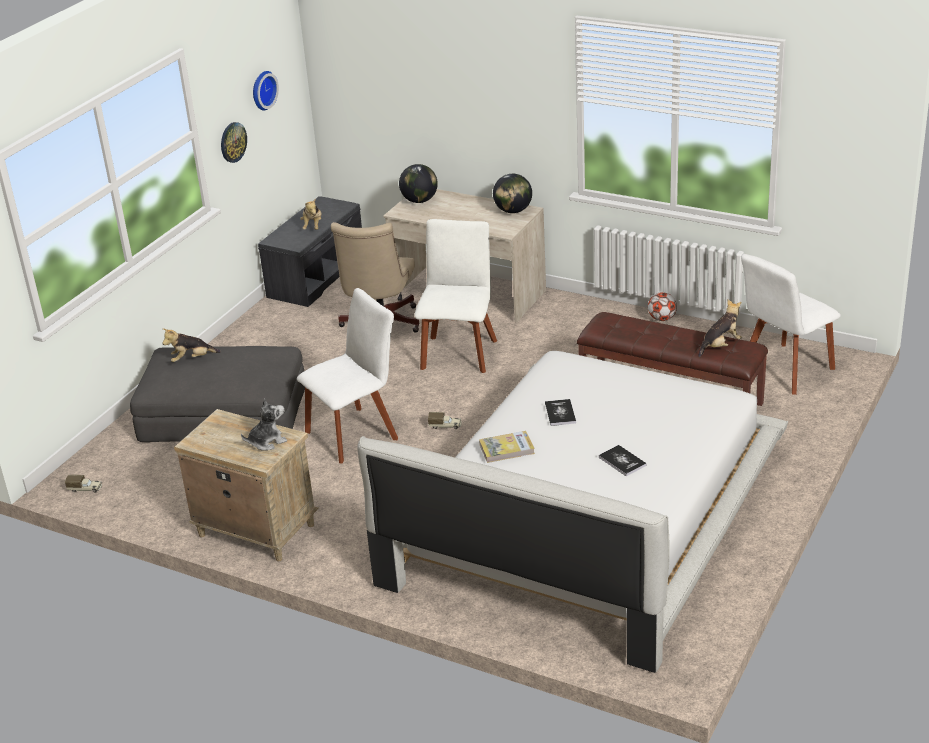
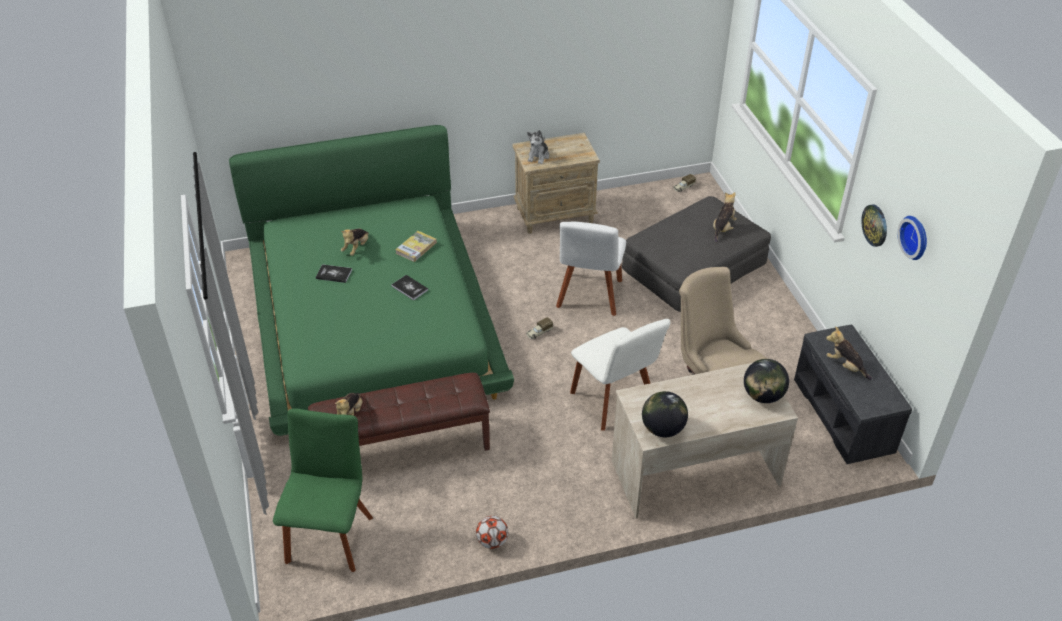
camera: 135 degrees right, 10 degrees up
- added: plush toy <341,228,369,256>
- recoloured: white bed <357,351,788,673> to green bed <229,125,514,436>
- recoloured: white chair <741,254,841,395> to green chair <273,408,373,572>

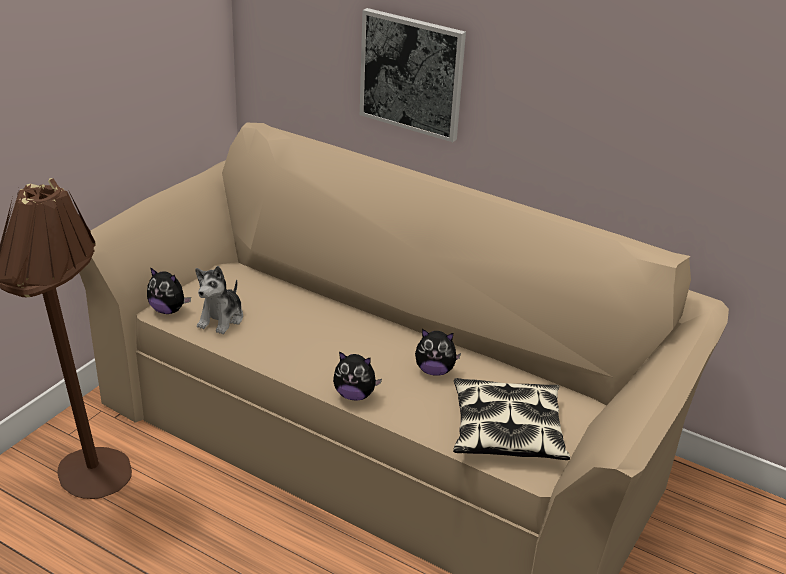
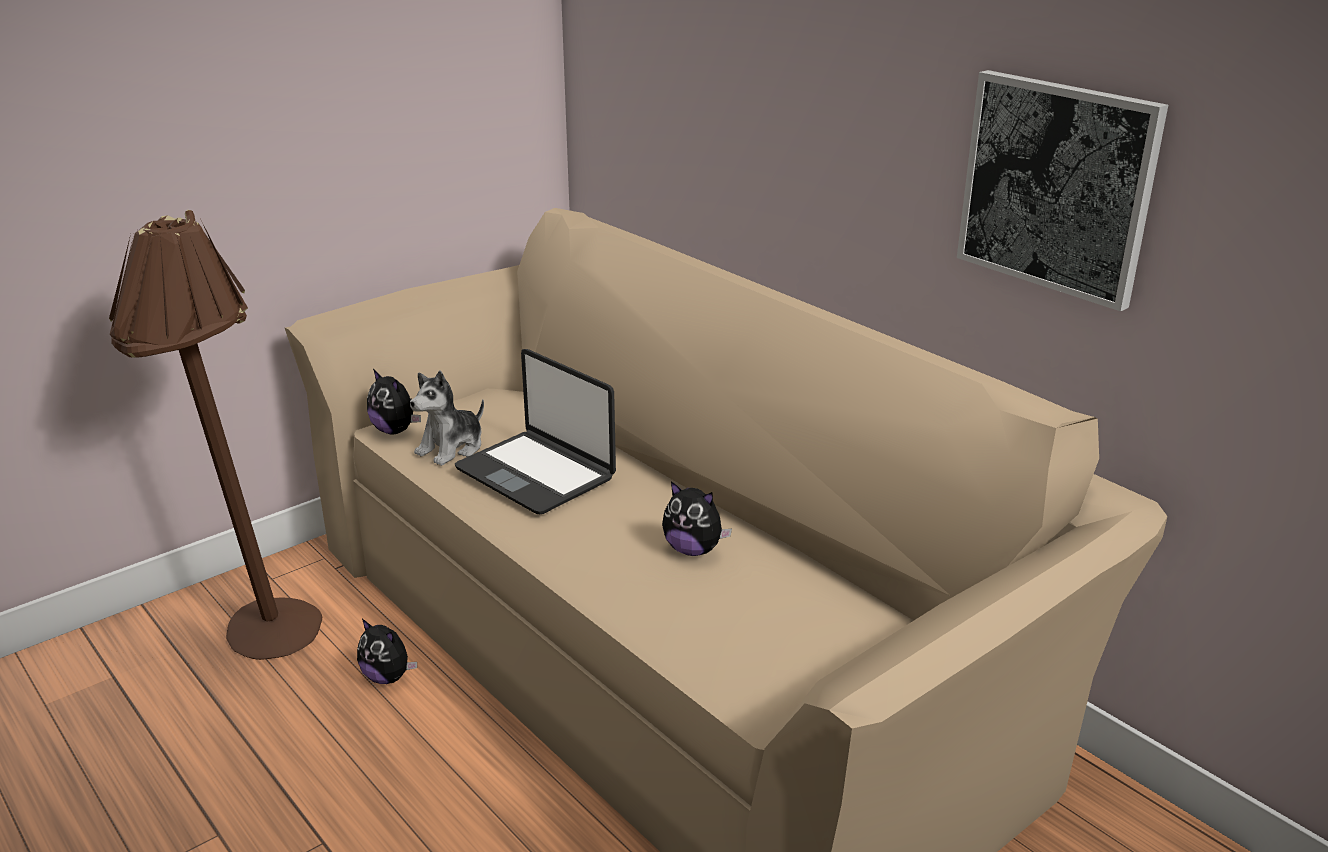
camera: 20 degrees right, 5 degrees down
- removed: pillow <453,378,570,460>
- added: laptop <455,349,616,514>
- moved: plush toy <333,351,382,401> to <357,619,417,684>
- moved: picture <360,8,466,142> to <957,70,1168,311>

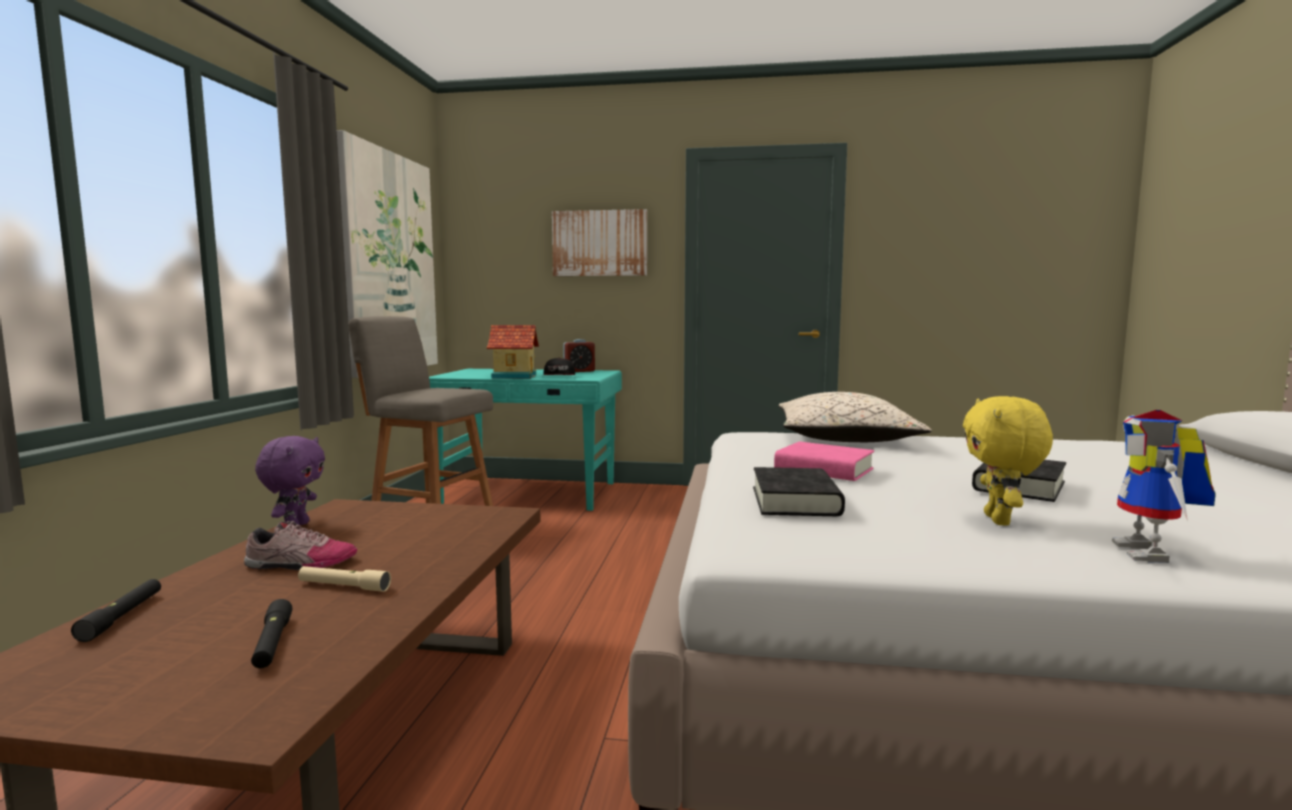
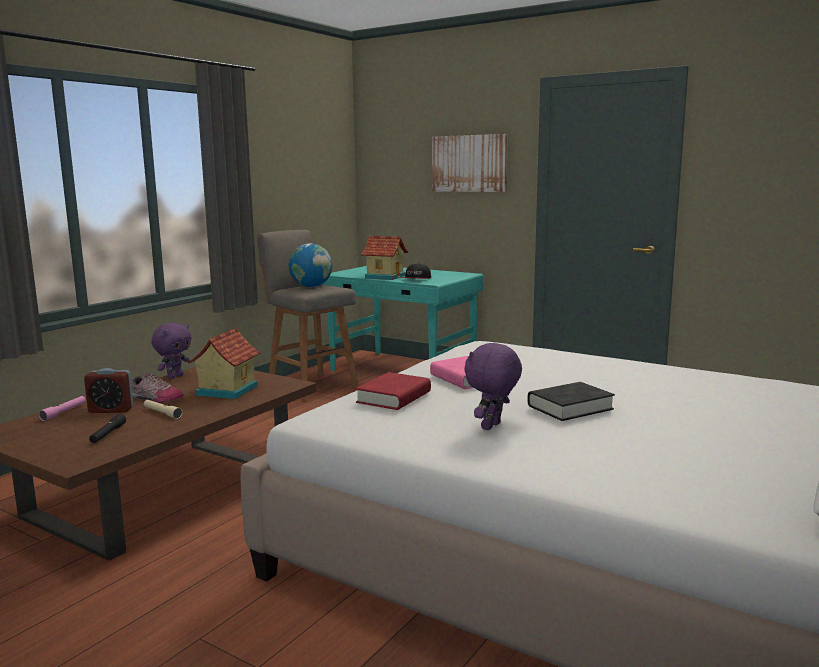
camera: 25 degrees right, 5 degrees up
- removed: picture <337,130,438,378>
- removed: beige pillow <779,392,932,442>
- removed: toy robot <1112,410,1216,563>
- added: toy house <188,328,261,399>
- added: globe <289,243,332,287>
- moved: alarm clock <563,339,595,372> to <84,368,133,413>
- recoloured: black flashlight <71,579,161,642> to pink flashlight <39,396,86,421>
- recoloured: black book <753,467,845,516> to red book <355,372,431,410>
- recoloured: yellow plush toy <963,396,1053,526> to purple plush toy <465,342,522,430>

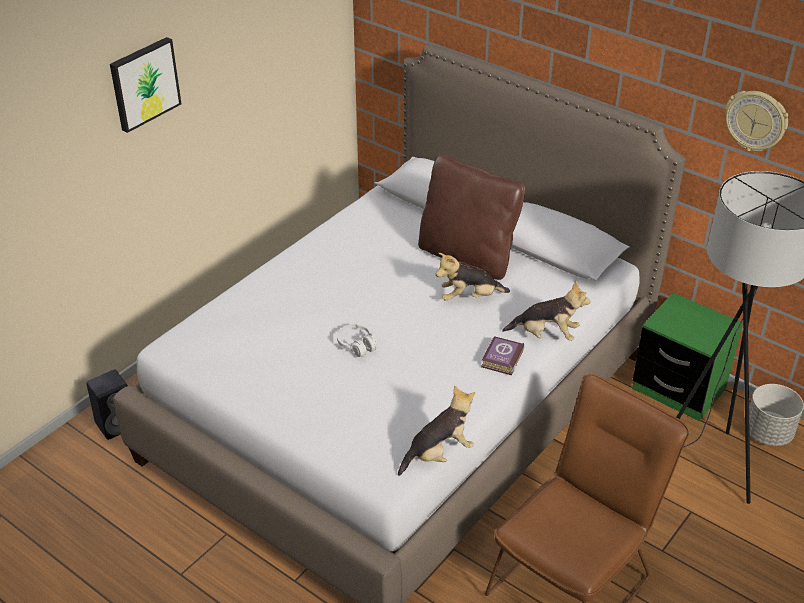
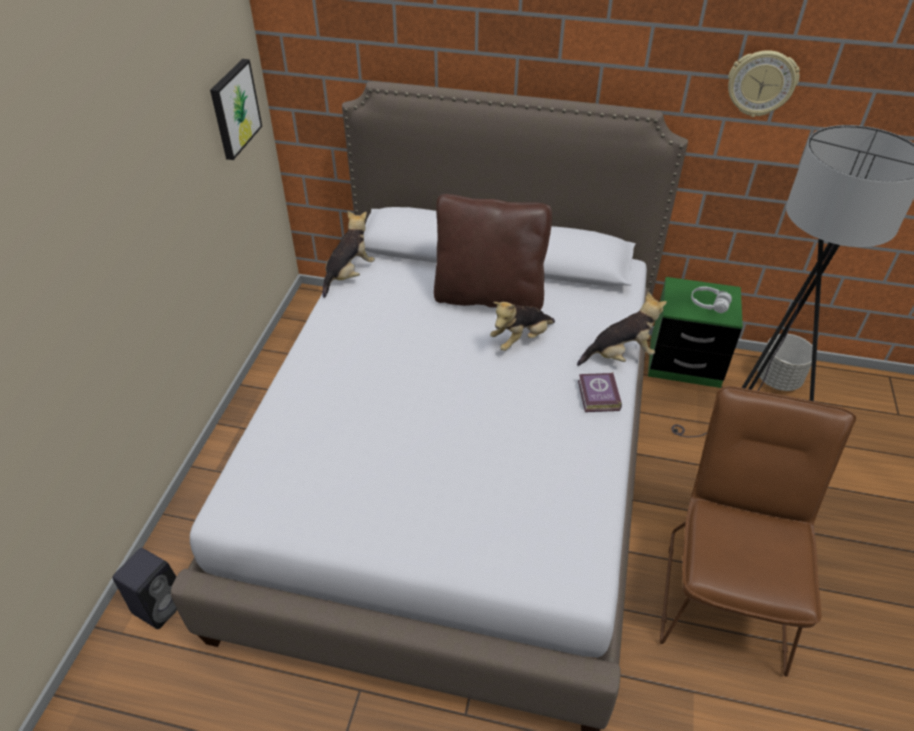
camera: 25 degrees left, 5 degrees up
- moved: picture <110,37,181,133> to <210,59,262,160>
- moved: white headphones <337,324,378,357> to <691,287,732,313>
- moved: plush toy <398,385,475,476> to <322,211,375,298>

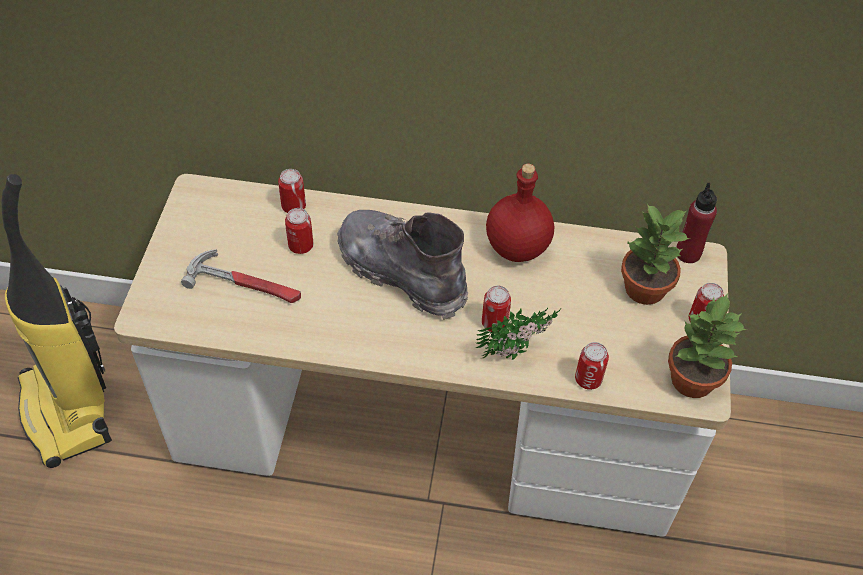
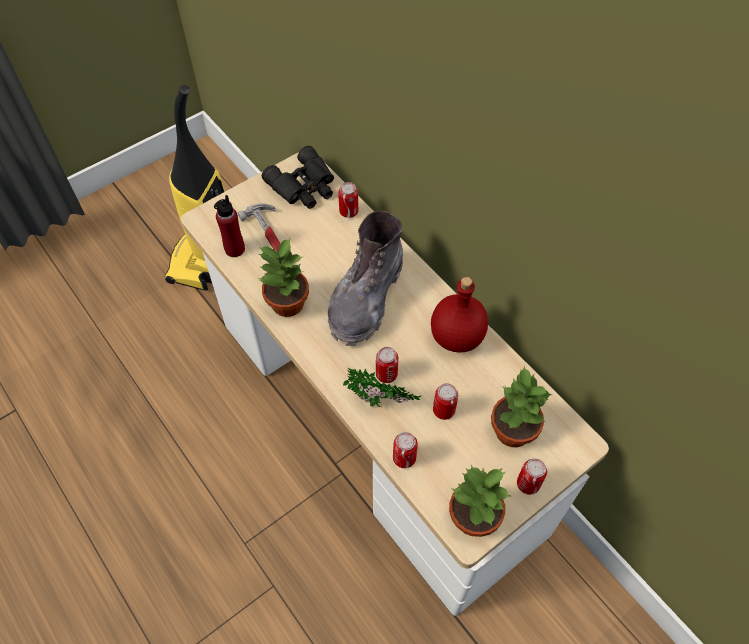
camera: 45 degrees right, 5 degrees up
- added: potted plant <258,239,309,317>
- added: black binoculars <262,146,334,209>
- moved: can <285,208,313,254> to <433,383,458,420>
- moved: red bottle <676,183,717,263> to <214,195,245,257>
- turned: grey boot <337,210,468,320> = <327,211,403,346> 150 degrees counterclockwise

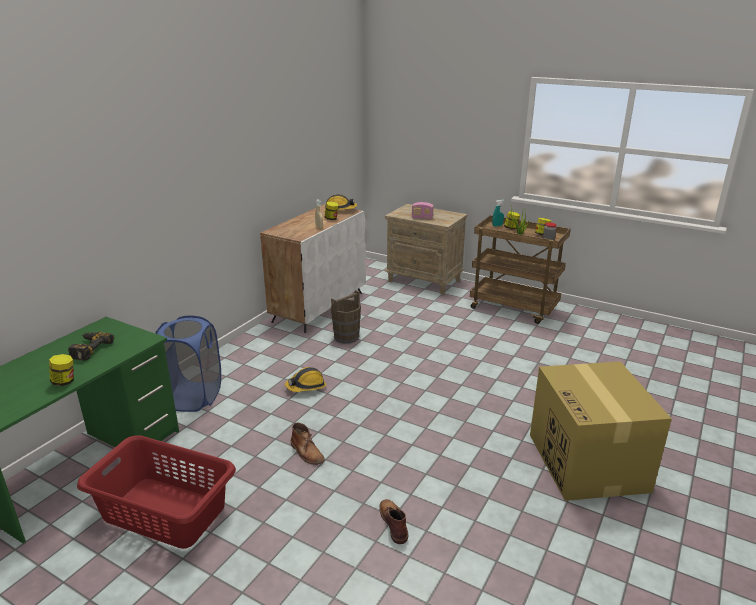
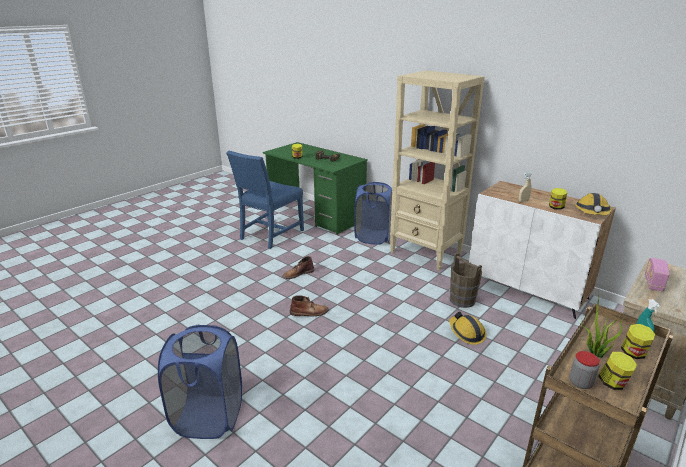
camera: 100 degrees right, 0 degrees up
- added: beige bookcase <390,71,485,270>
- moved: hard hat <285,367,326,392> to <449,312,487,345>
- moved: brown boot <379,499,408,544> to <290,295,329,316>
- replaced: red laundry basket <77,436,236,549> to blue chair <226,151,304,249>
- replaced: cardboard box <530,361,672,501> to blue laundry basket <158,325,242,439>

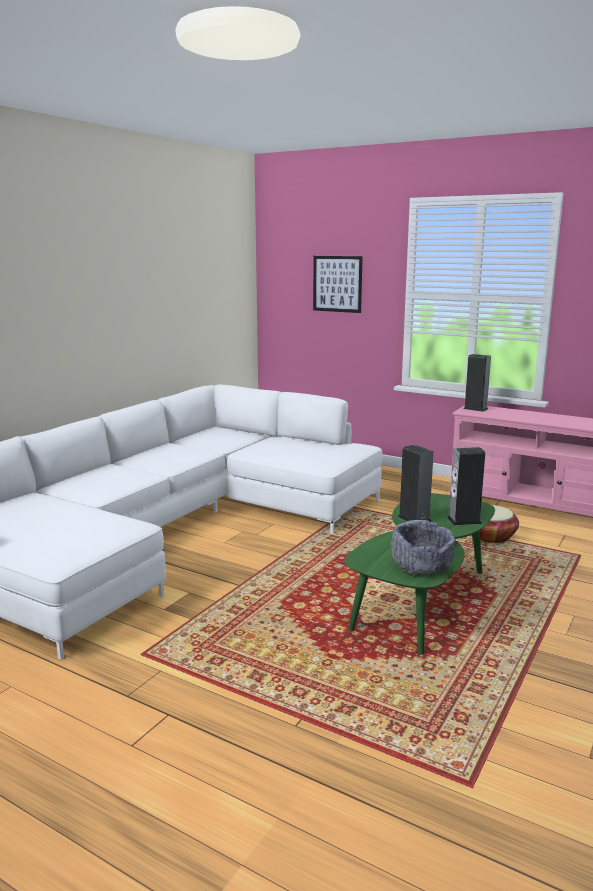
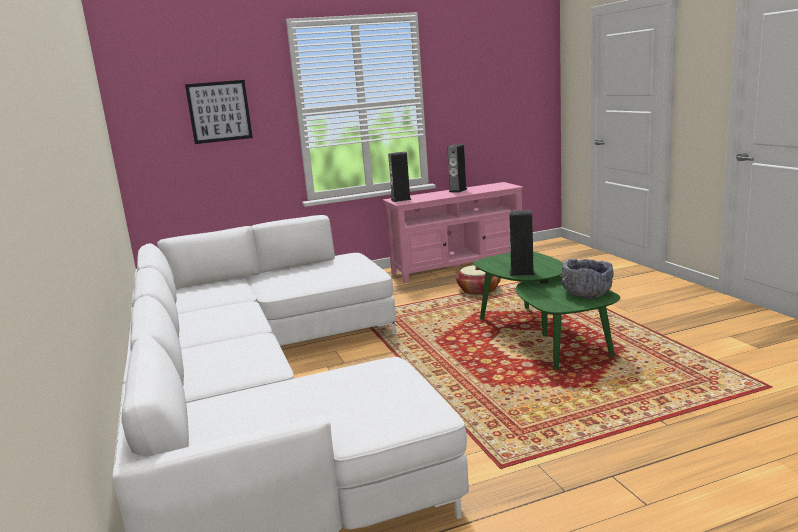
camera: 50 degrees left, 0 degrees up
- moved: speaker <447,447,485,525> to <448,144,467,193>

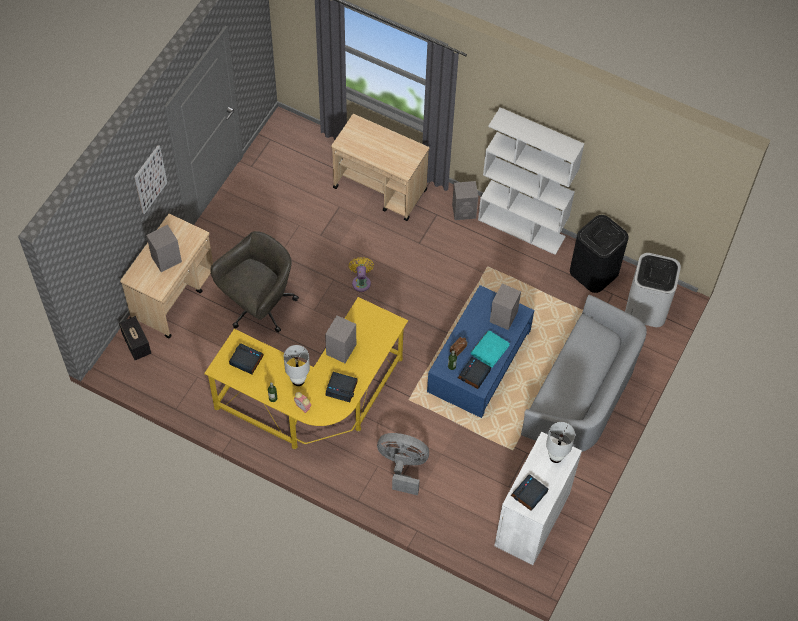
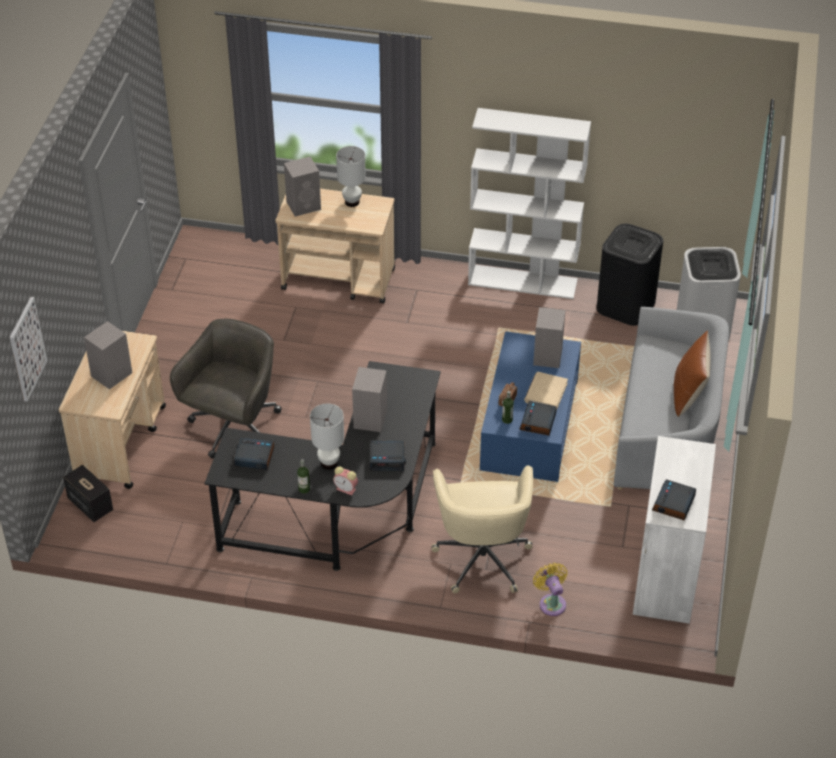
camera: 15 degrees left, 15 degrees down
- added: brown pillow <674,330,711,417>
- moved: picture <134,145,167,214> to <10,297,47,401>
- moved: yellow fan <349,257,374,292> to <533,563,568,616>
- moved: grey speaker <452,181,478,220> to <284,156,321,217>
- moved: white table lamp <546,422,575,463> to <336,146,366,207>
- replaced: grey fan <377,433,429,495> to beige office chair <431,466,533,593>
- recoloured: yellow desk <204,297,408,449> to black desk <204,361,441,571>
- recoloured: turquoise book <471,331,510,368> to beige book <524,372,568,408>

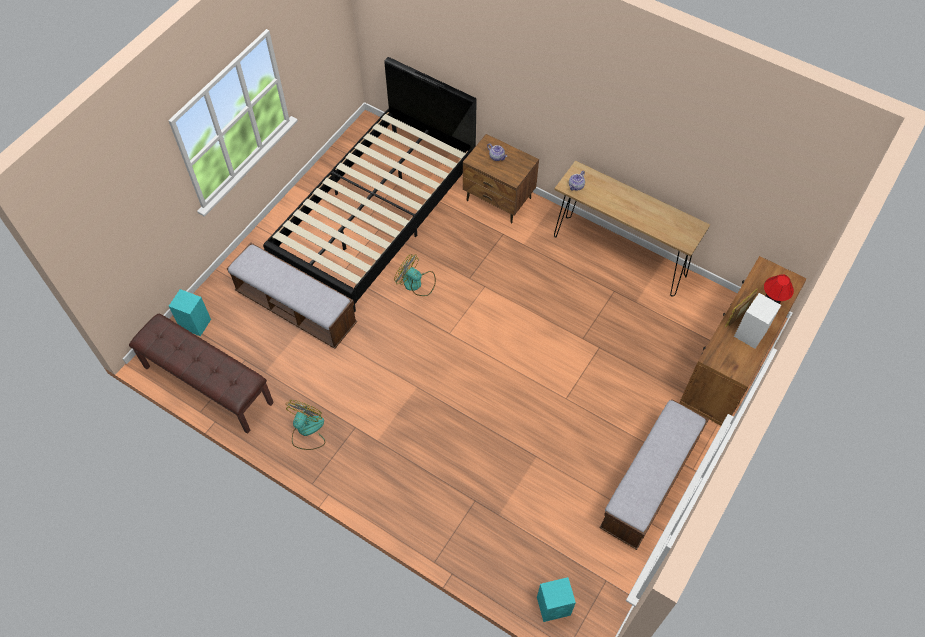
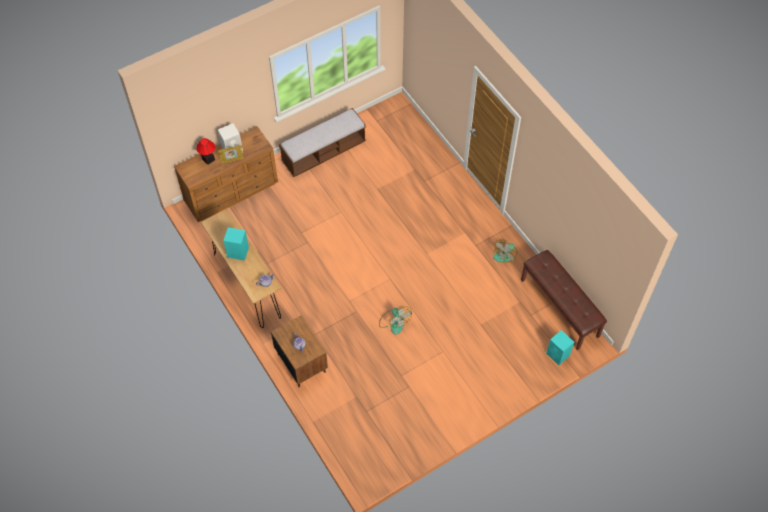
camera: 155 degrees left, 0 degrees up
- removed: bench <227,243,357,349>
- removed: black bed <263,57,477,312>
- moved: turquoise speaker <537,577,576,622> to <223,227,249,261>

